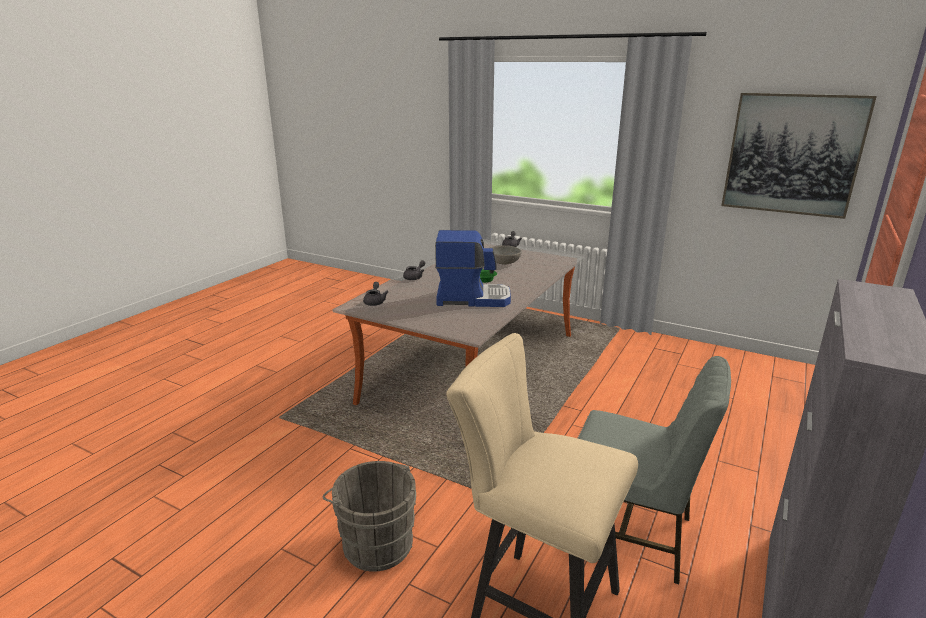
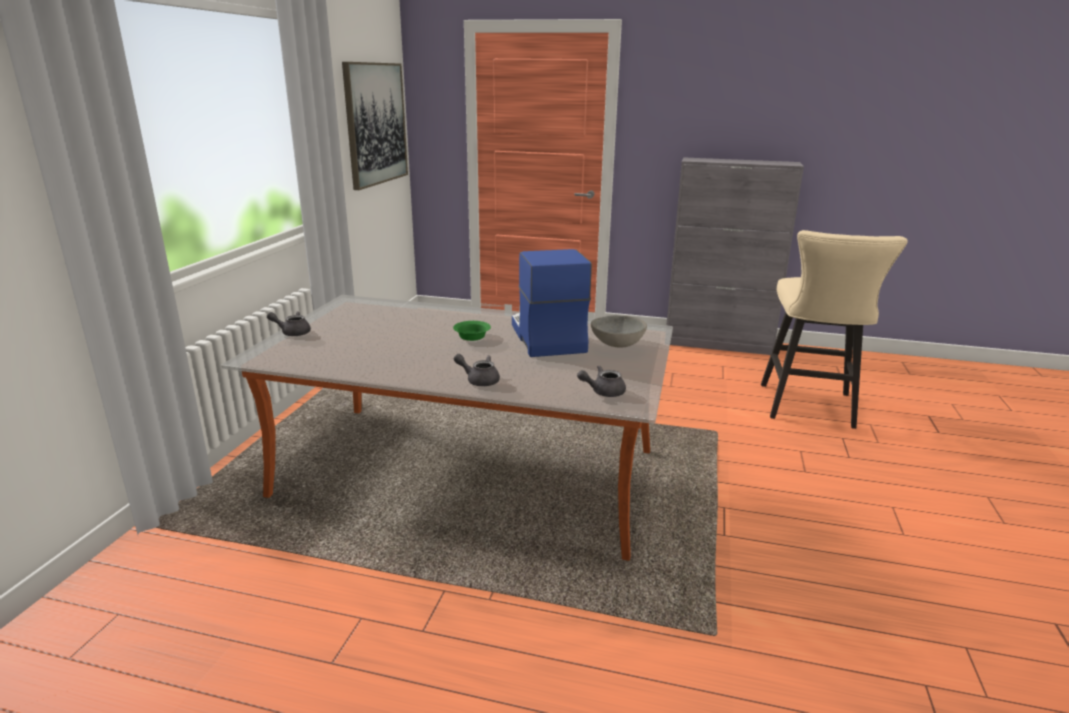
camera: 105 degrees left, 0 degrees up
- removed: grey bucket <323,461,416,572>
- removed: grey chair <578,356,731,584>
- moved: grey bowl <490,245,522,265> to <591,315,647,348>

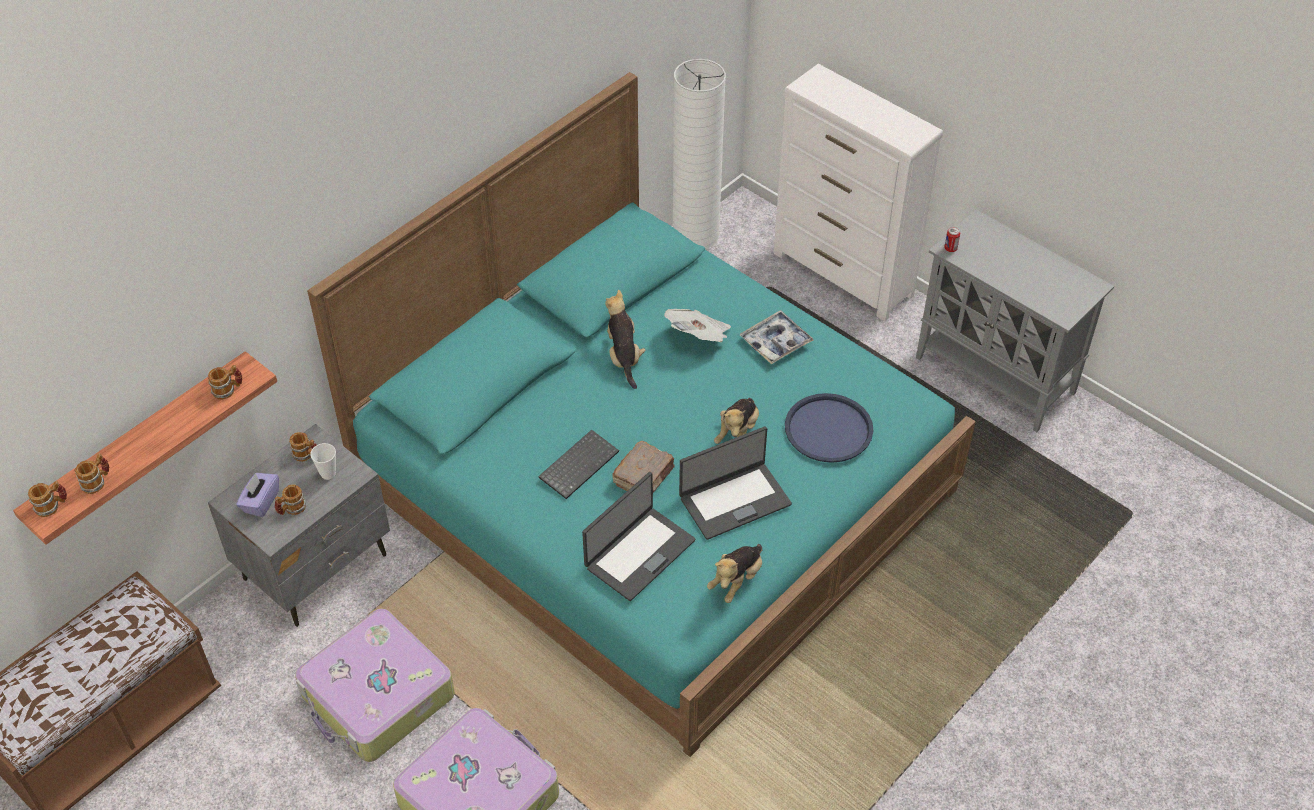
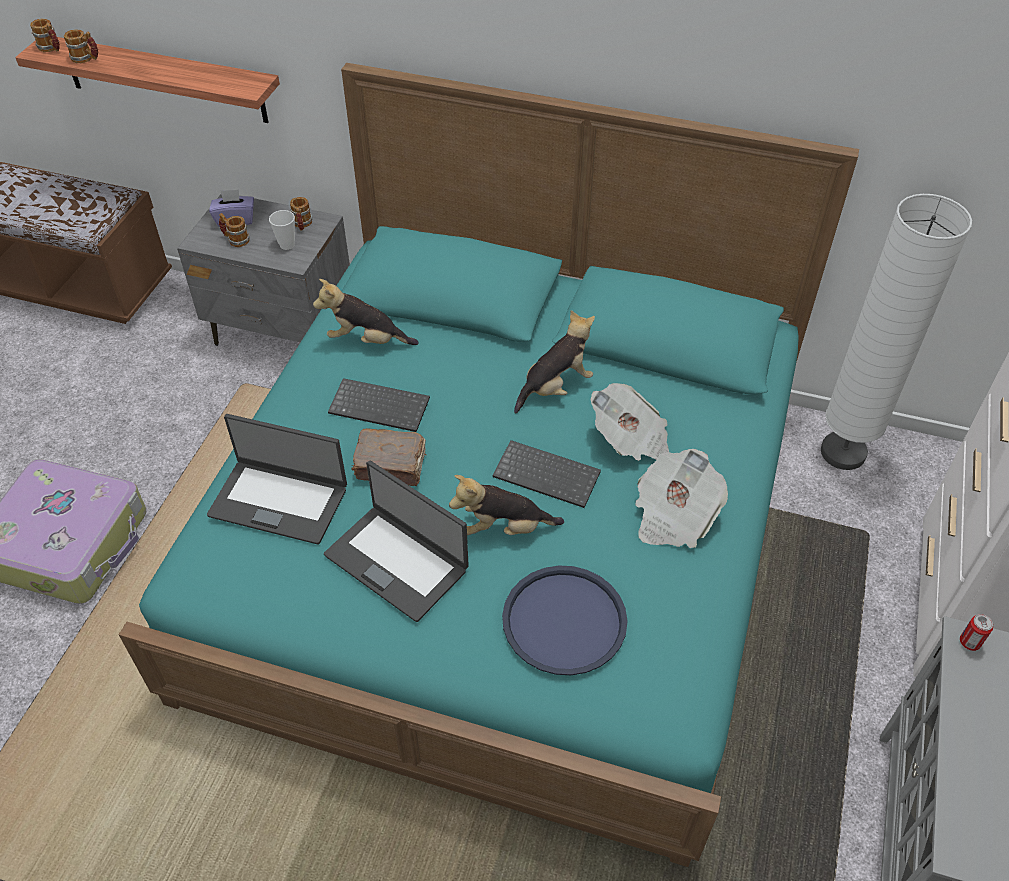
camera: 65 degrees right, 0 degrees up
- removed: mug <208,365,242,400>
- removed: suitcase <295,608,455,762>
- added: keyboard <493,440,601,508>
- moved: plush toy <707,544,762,603> to <313,279,418,345>
- replaced: tray <740,310,813,364> to newspaper <635,449,728,548>

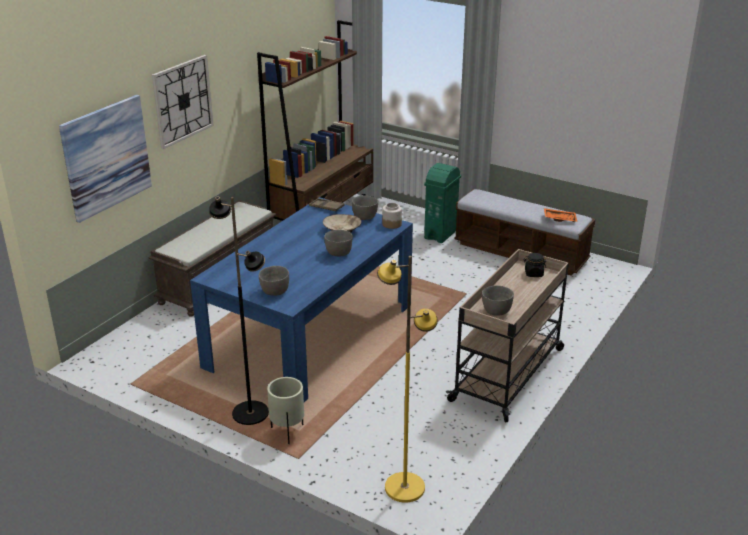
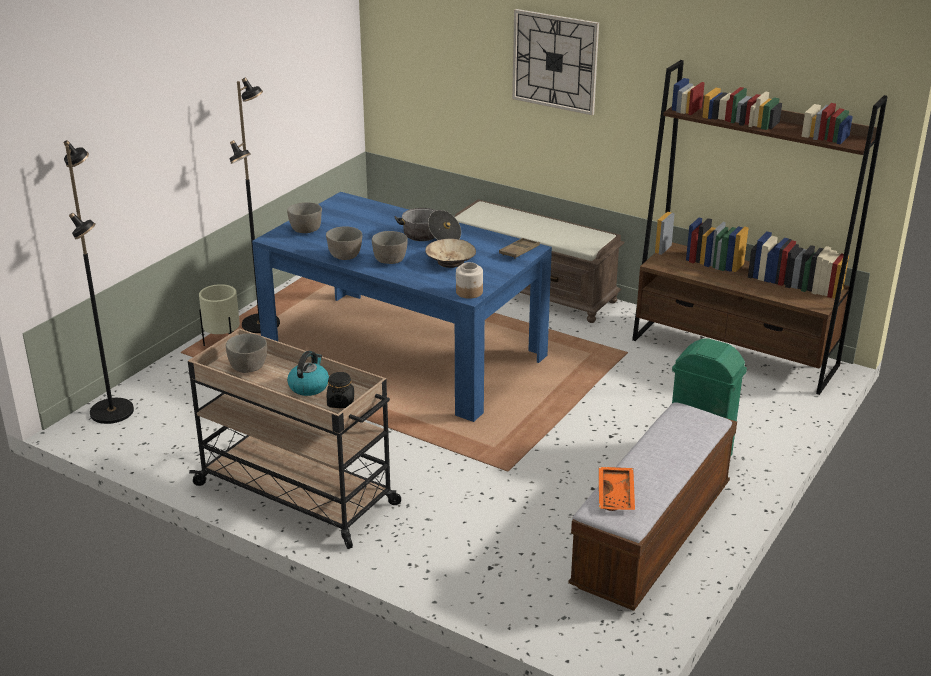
camera: 90 degrees right, 0 degrees up
- removed: picture <59,95,152,223>
- added: kettle <287,351,329,396>
- added: cooking pot <395,208,461,241>
- moved: grey bowl <352,195,378,220> to <326,226,362,260>
- recoloured: yellow floor lamp <377,256,438,503> to black floor lamp <63,140,134,424>

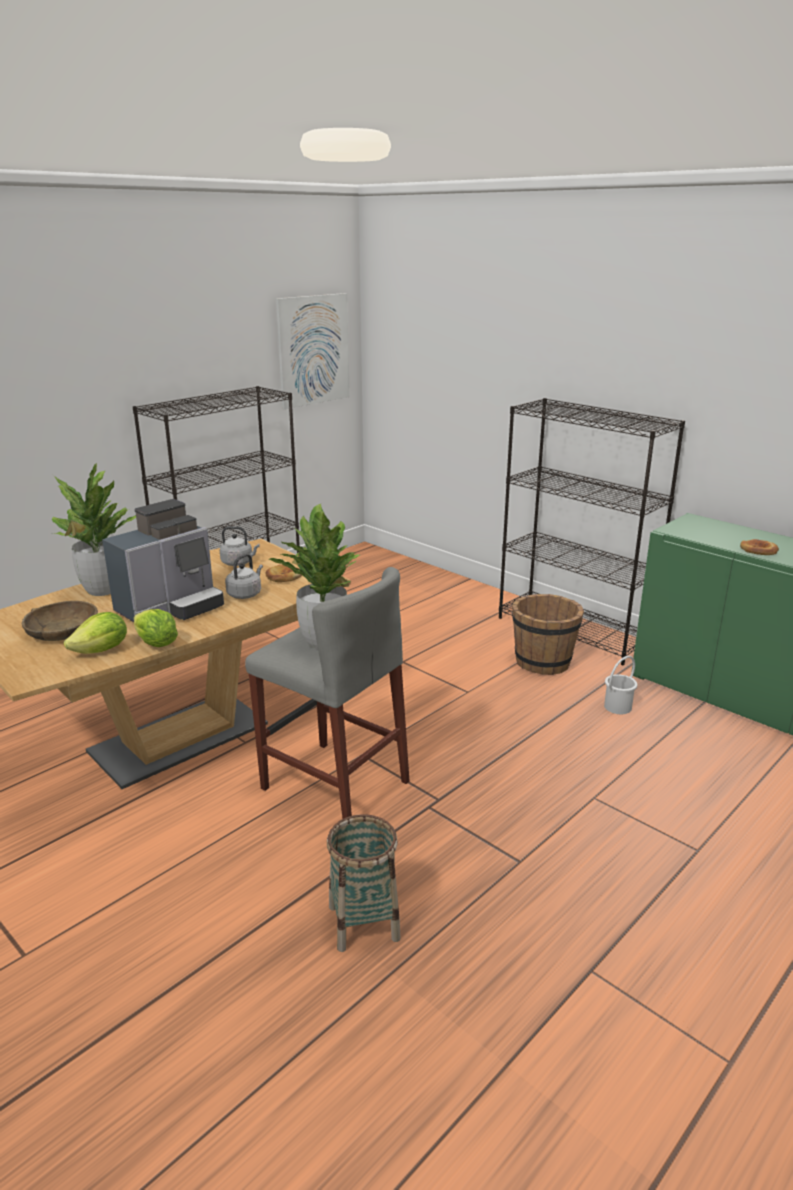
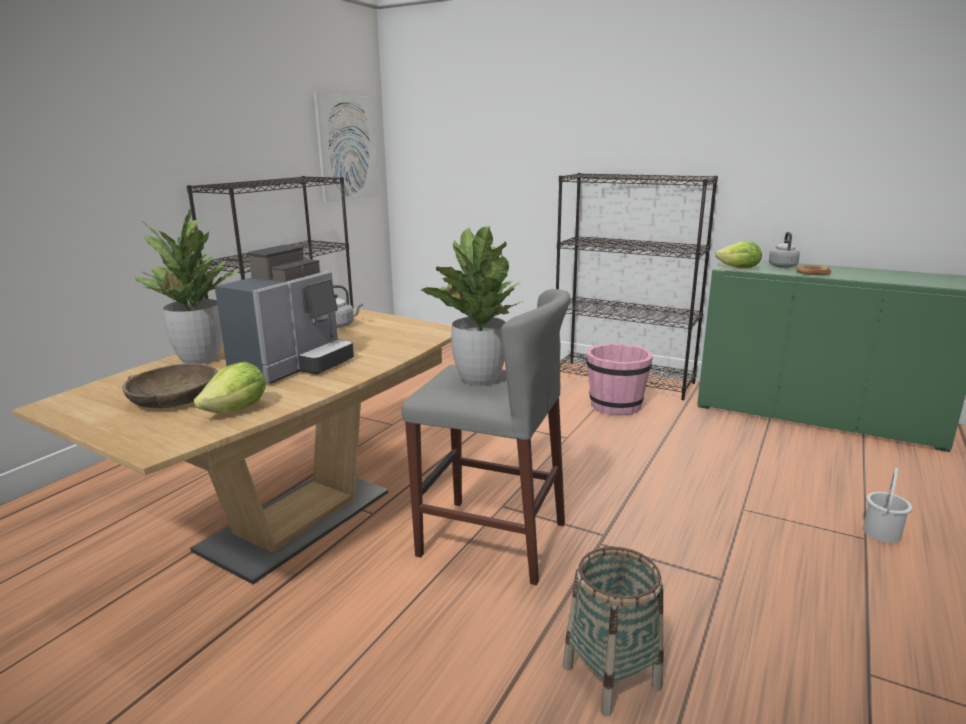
camera: 15 degrees left, 5 degrees down
- removed: bread <265,564,302,582>
- moved: lettuce <134,609,178,647> to <716,241,762,268>
- moved: grey kettle <225,554,263,599> to <769,232,800,268>
- moved: white bucket <604,656,638,714> to <863,468,912,543>
- recoloured: brown bucket <512,594,584,675> to pink bucket <586,344,653,415>

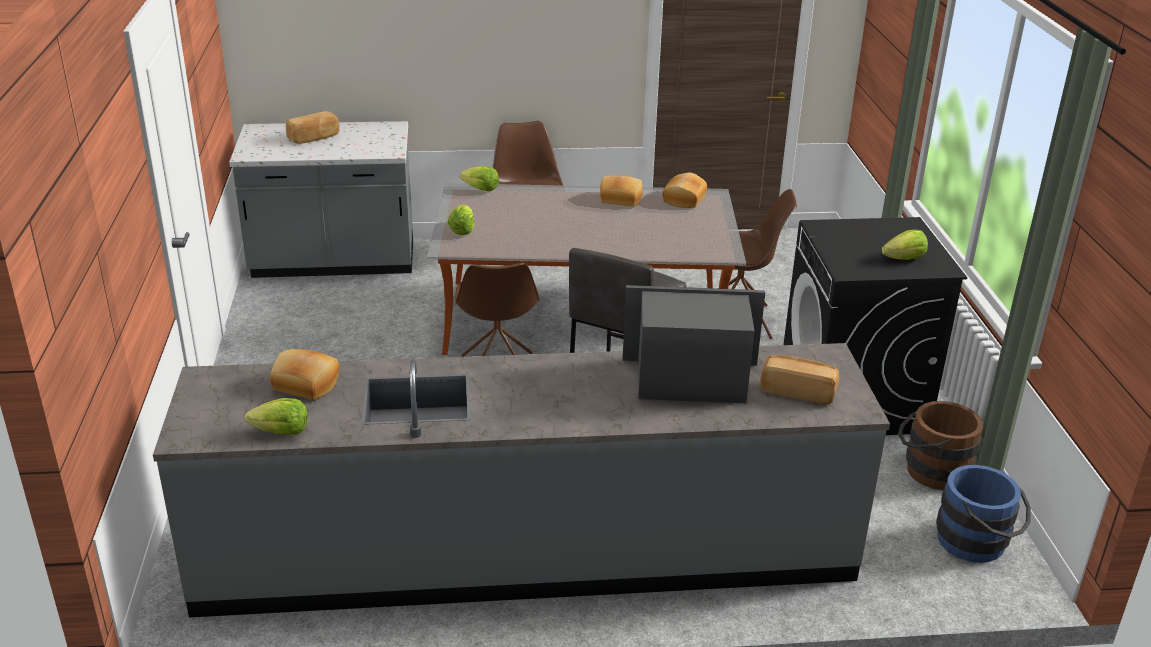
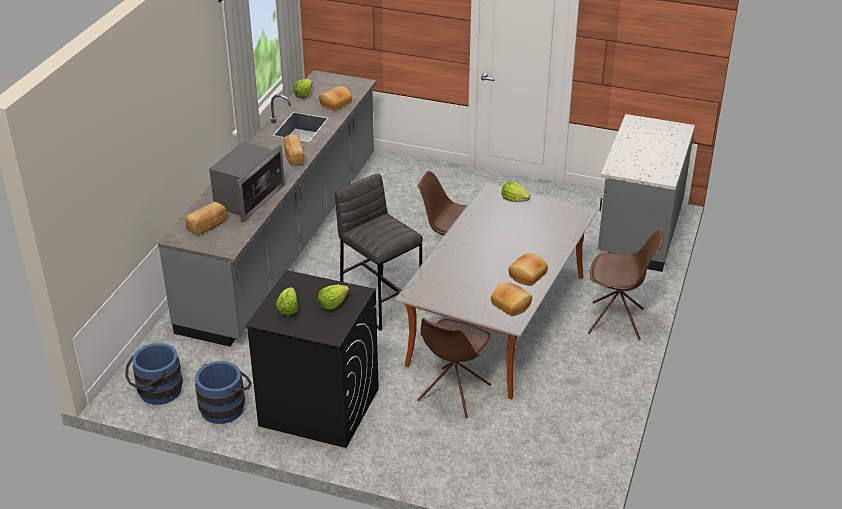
camera: 115 degrees right, 5 degrees up
- moved: bread <286,111,339,144> to <284,134,304,166>
- moved: lettuce <460,166,499,191> to <318,285,349,311>
- recoloured: brown bucket <898,401,983,490> to blue bucket <195,361,252,424>

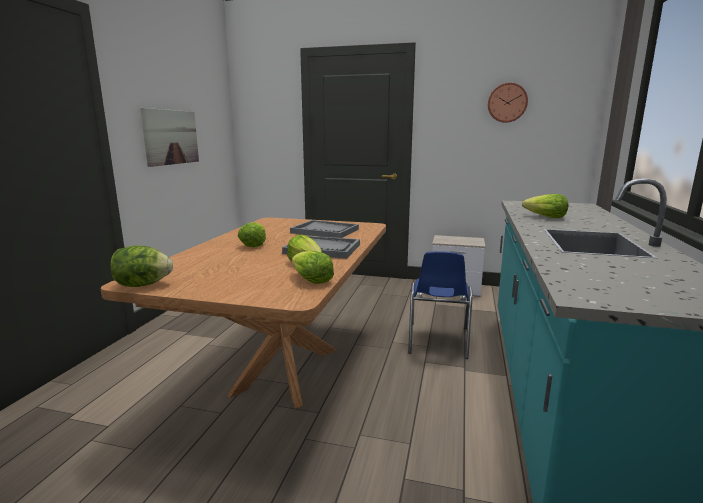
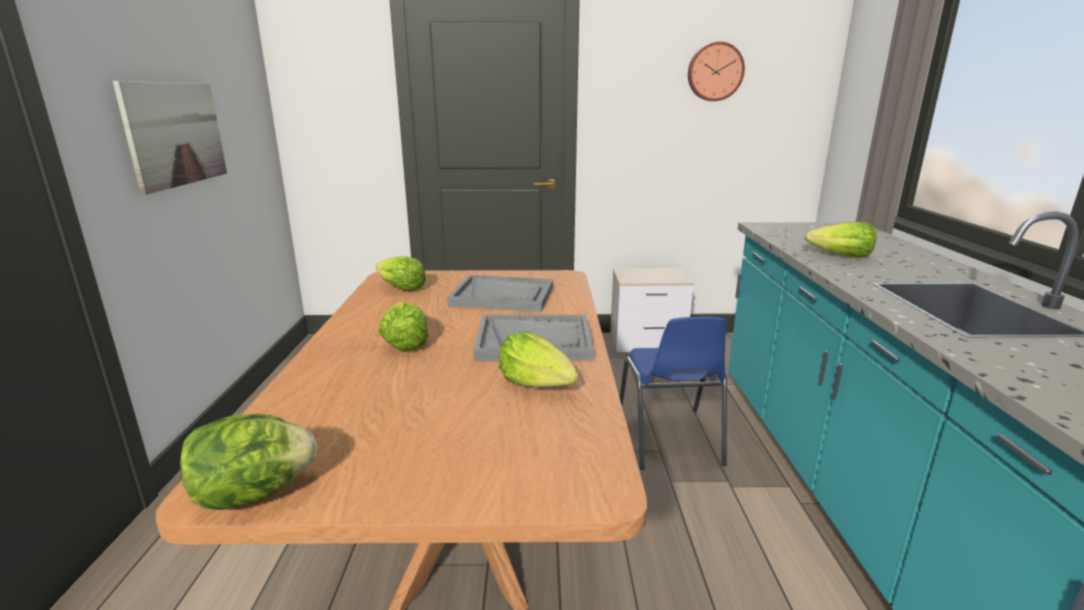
camera: 15 degrees left, 5 degrees up
- moved: lettuce <292,251,334,284> to <376,256,426,291>

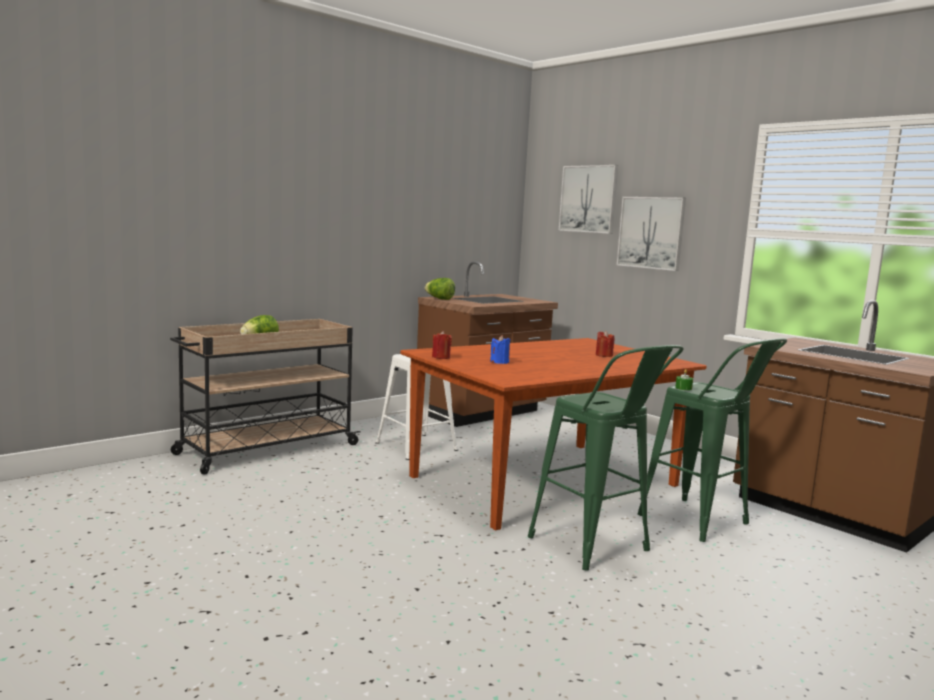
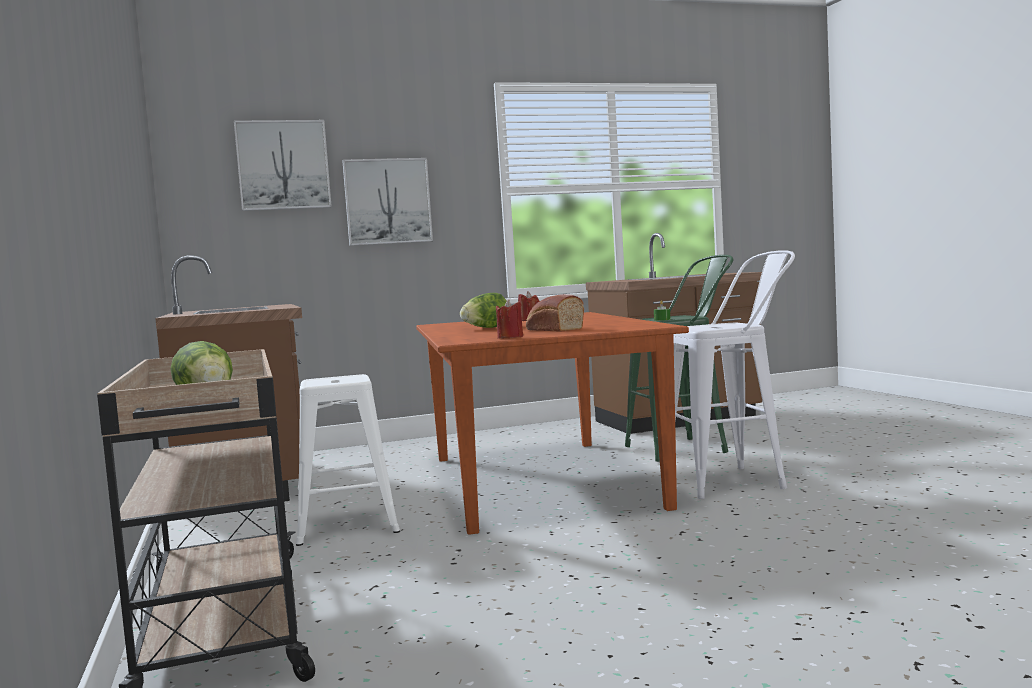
camera: 65 degrees left, 5 degrees down
- moved: lettuce <425,278,455,300> to <460,293,506,328>
- replaced: blue candle <490,335,510,364> to bread <526,294,584,332>
- recoloured: green stool <528,345,684,571> to white stool <673,250,795,499>

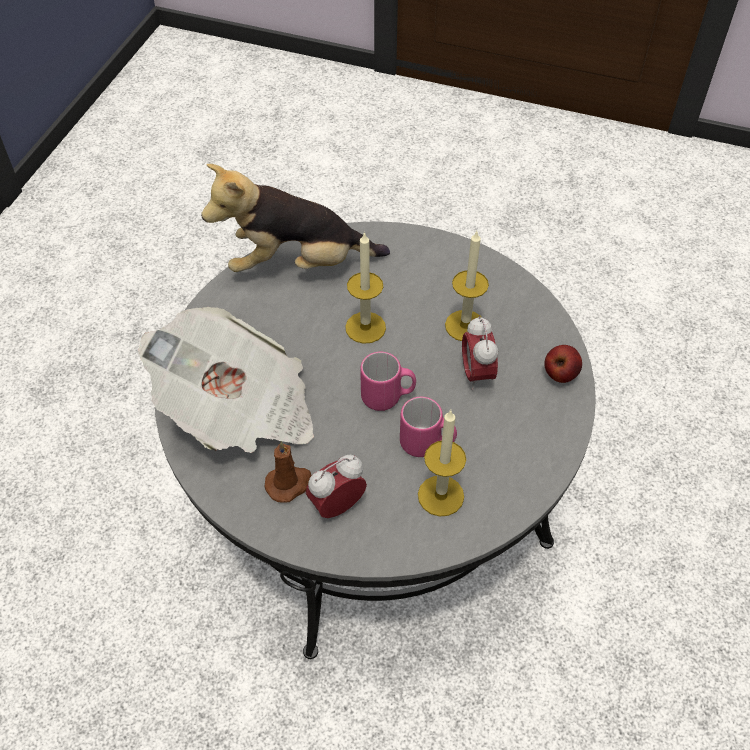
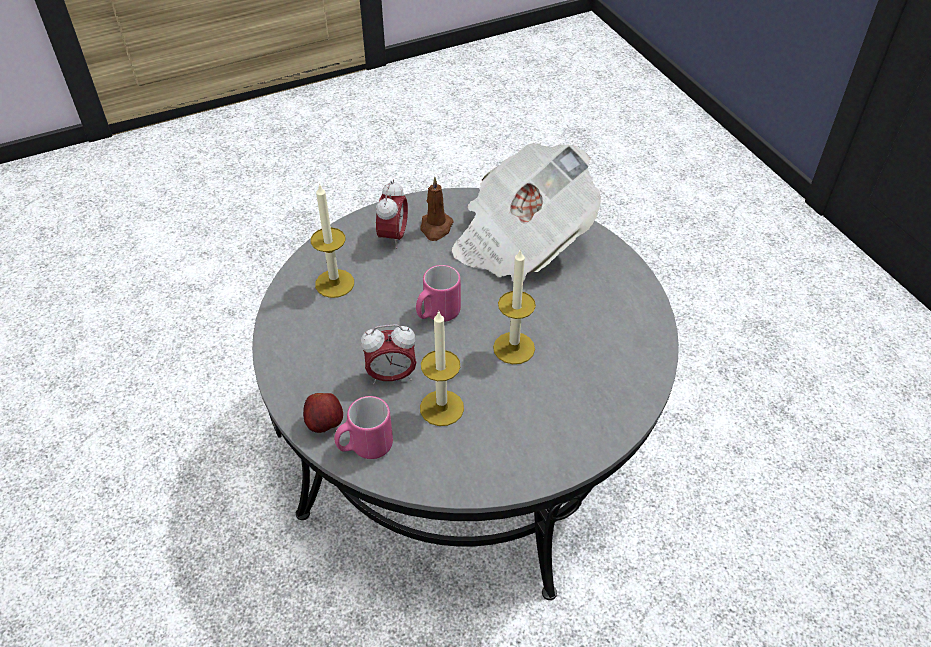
camera: 135 degrees right, 5 degrees down
- removed: plush toy <201,164,390,272>
- moved: pink mug <400,397,457,457> to <334,396,393,459>
- turned: alarm clock <462,316,498,390> = <361,324,416,385> 135 degrees clockwise

